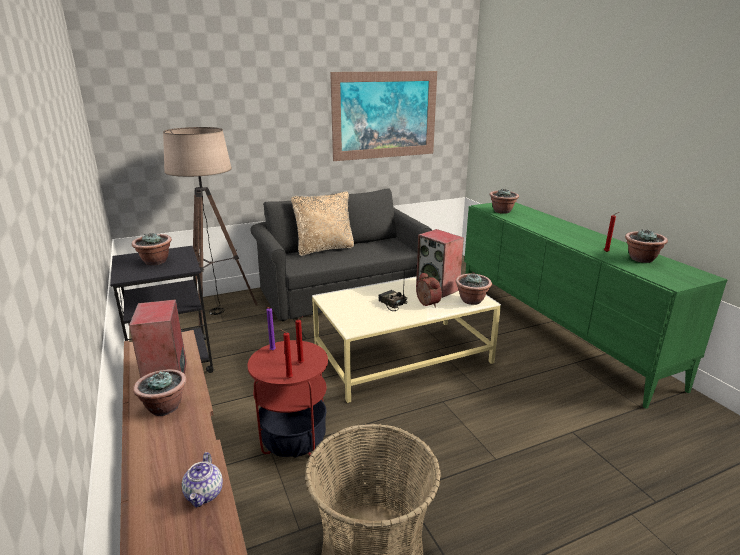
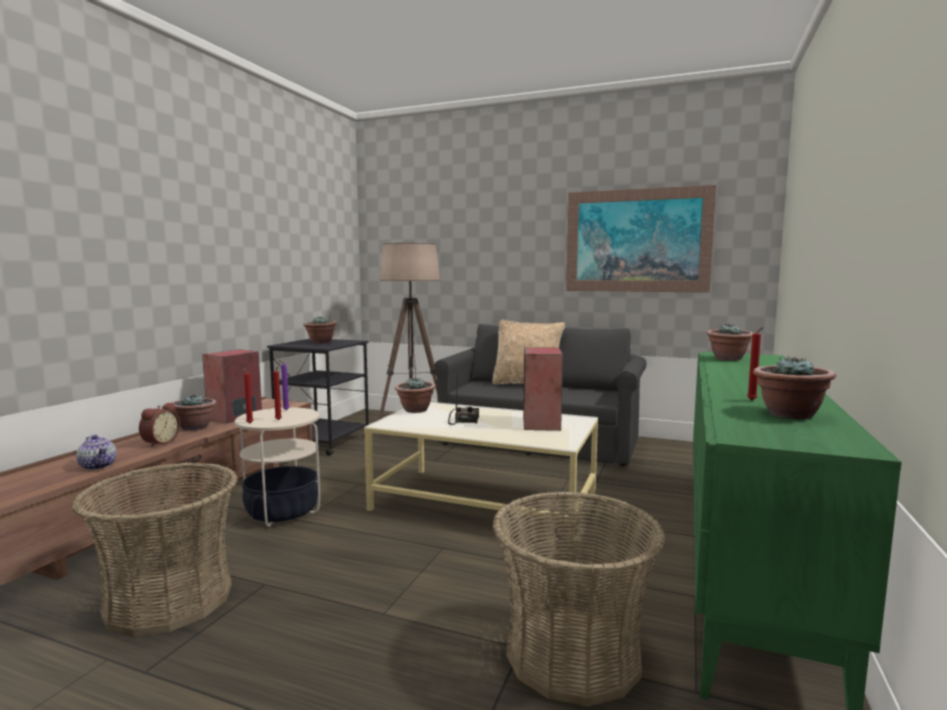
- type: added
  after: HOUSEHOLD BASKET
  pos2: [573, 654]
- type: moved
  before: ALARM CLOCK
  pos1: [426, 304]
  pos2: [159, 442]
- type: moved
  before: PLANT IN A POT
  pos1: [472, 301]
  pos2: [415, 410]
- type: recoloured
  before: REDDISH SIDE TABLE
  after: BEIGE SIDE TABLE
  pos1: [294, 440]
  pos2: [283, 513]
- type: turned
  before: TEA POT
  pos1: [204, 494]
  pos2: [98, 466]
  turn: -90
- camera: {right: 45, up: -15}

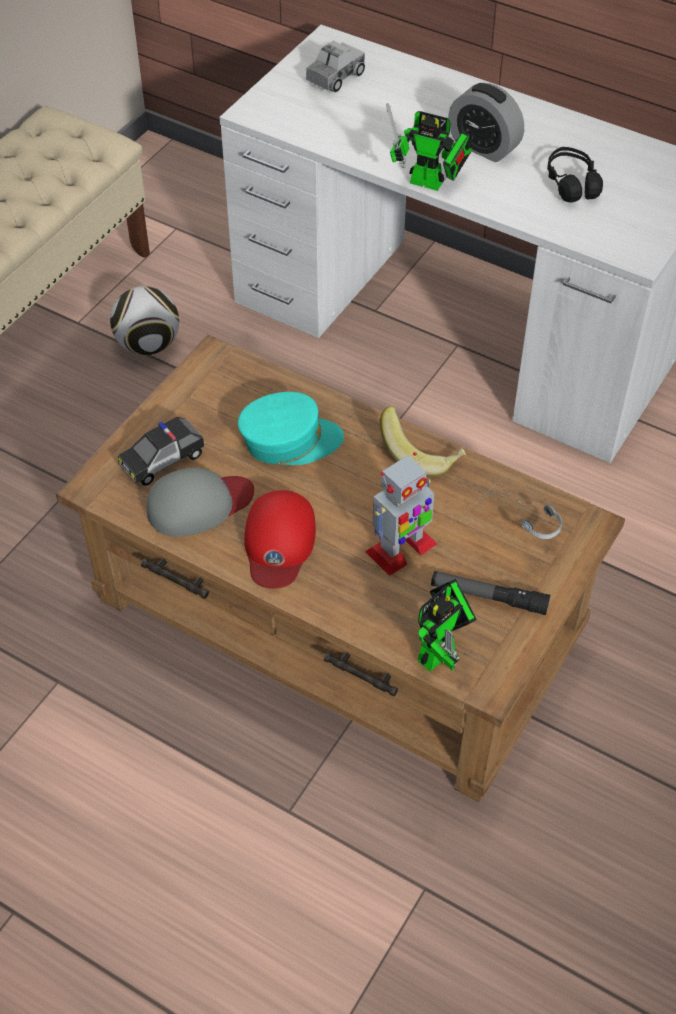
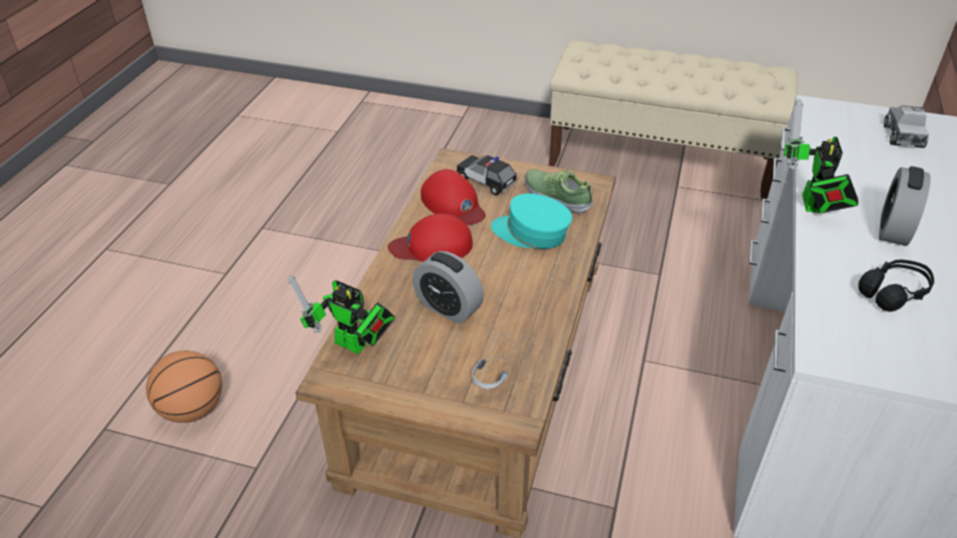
- type: removed
  before: FOOTBALL
  pos1: [148, 345]
- type: removed
  before: WHOLE BANANA
  pos1: [421, 454]
- type: removed
  before: HAND TORCH
  pos1: [489, 597]
- type: added
  after: BASKETBALL BALL
  pos2: [192, 409]
- type: added
  after: ITEM OF FOOTWEAR
  pos2: [557, 197]
- type: replaced
  before: ROBOT FIGURE
  after: ALARM CLOCK
  pos1: [400, 549]
  pos2: [448, 308]
- type: recoloured
  before: GREYISH CAP
  after: REDDISH CAP
  pos1: [198, 504]
  pos2: [453, 204]
- type: turned
  before: TURQUOISE CAP
  pos1: [290, 441]
  pos2: [531, 233]
  turn: 135
- type: turned
  before: MODEL TRUCK
  pos1: [335, 77]
  pos2: [902, 136]
  turn: 75
- camera: {right: 75, up: -10}

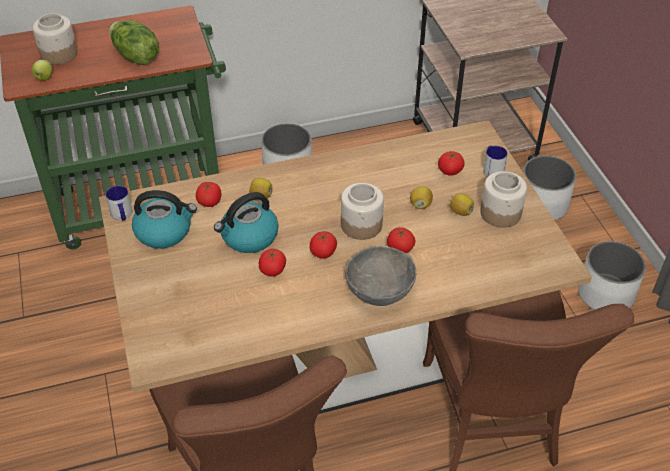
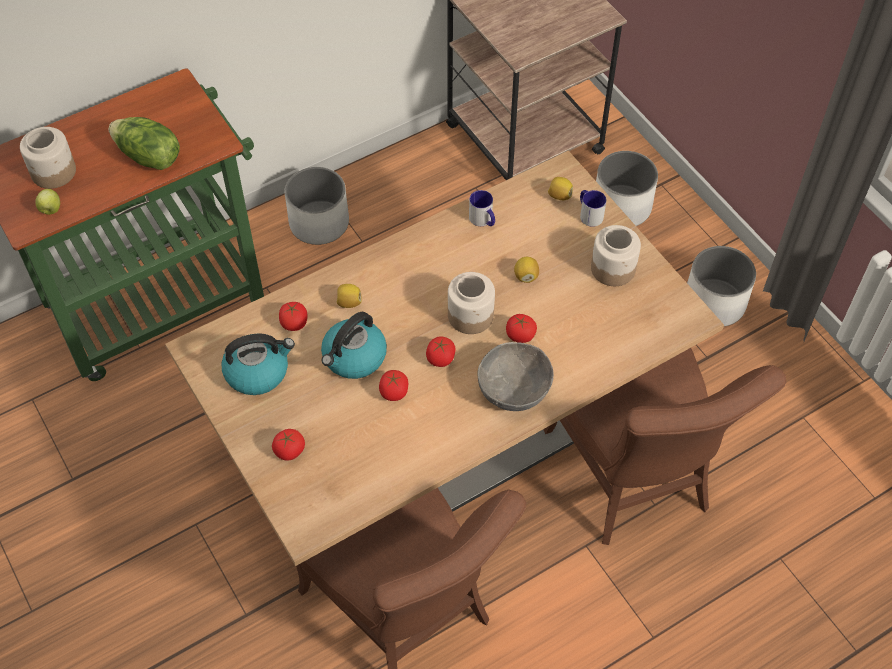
- type: moved
  before: TEA MUG
  pos1: [122, 215]
  pos2: [483, 220]
- type: moved
  before: WHOLE TOMATO
  pos1: [450, 171]
  pos2: [289, 451]
- type: moved
  before: WHOLE LEMON
  pos1: [460, 212]
  pos2: [559, 195]
- camera: {right: -15, up: 10}

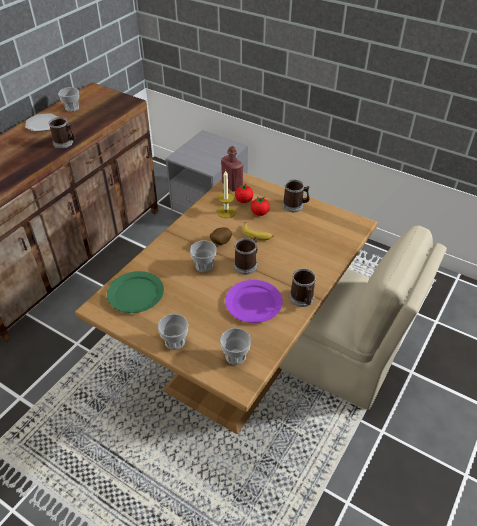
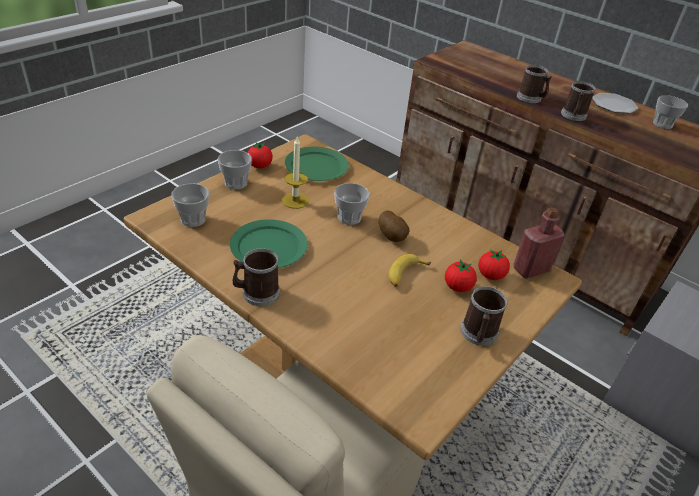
- type: added
  after: WHOLE TOMATO
  pos2: [260, 166]
- type: moved
  before: CANDLE
  pos1: [226, 212]
  pos2: [295, 200]
- type: moved
  before: TEA MUG
  pos1: [247, 264]
  pos2: [531, 98]
- type: recoloured
  before: PURPLISH DINNER PLATE
  after: GREENISH DINNER PLATE
  pos1: [253, 303]
  pos2: [268, 246]
- camera: {right: 95, up: -5}

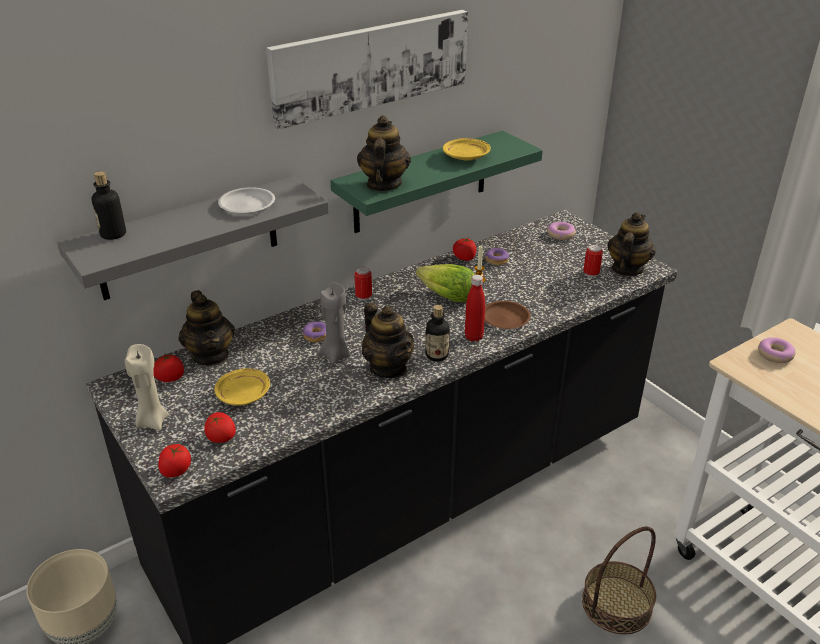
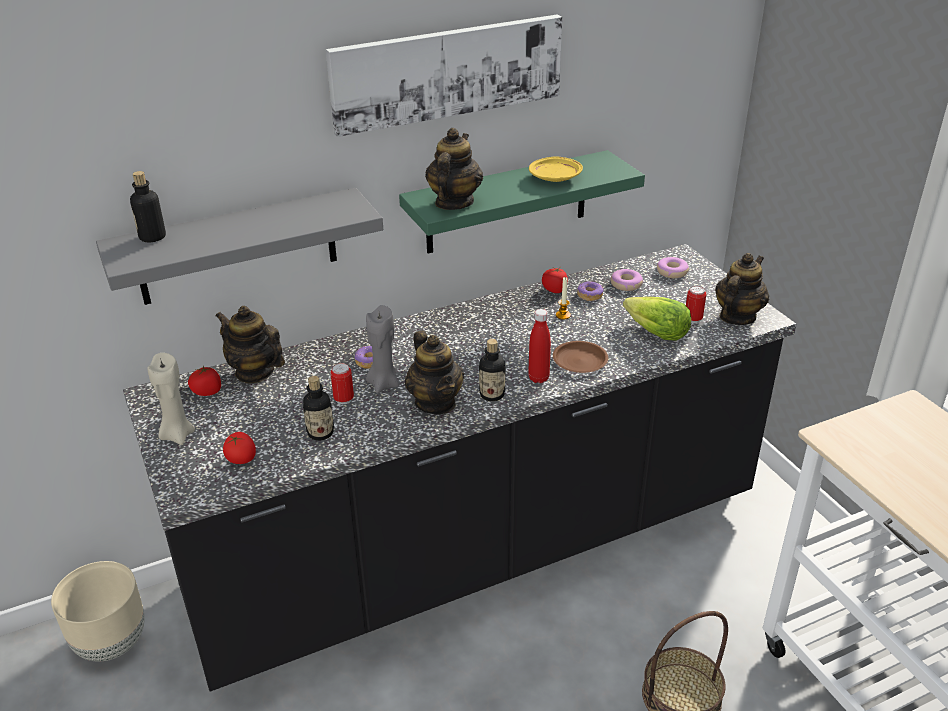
- type: removed
  before: WHOLE TOMATO
  pos1: [176, 470]
- type: removed
  before: YELLOW-COLOURED DINNER PLATE
  pos1: [243, 394]
- type: removed
  before: WHITISH DINNER PLATE
  pos1: [247, 204]
- type: added
  after: BOTTLE
  pos2: [320, 433]
- type: moved
  before: SEALED CAN
  pos1: [363, 297]
  pos2: [343, 399]
- type: moved
  before: LETTUCE
  pos1: [447, 296]
  pos2: [655, 333]
- type: moved
  before: RING DOUGHNUT
  pos1: [775, 355]
  pos2: [626, 284]
- type: turned
  before: TEA POT
  pos1: [211, 355]
  pos2: [254, 372]
  turn: 135
- camera: {right: 10, up: 0}

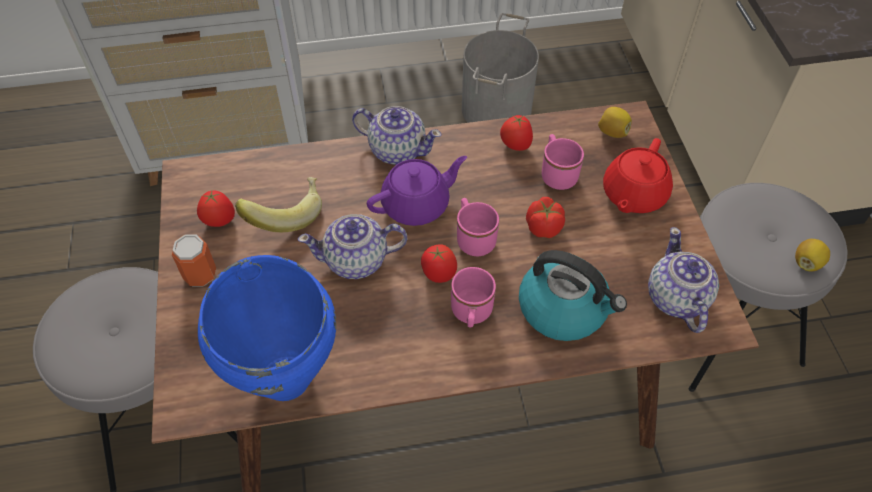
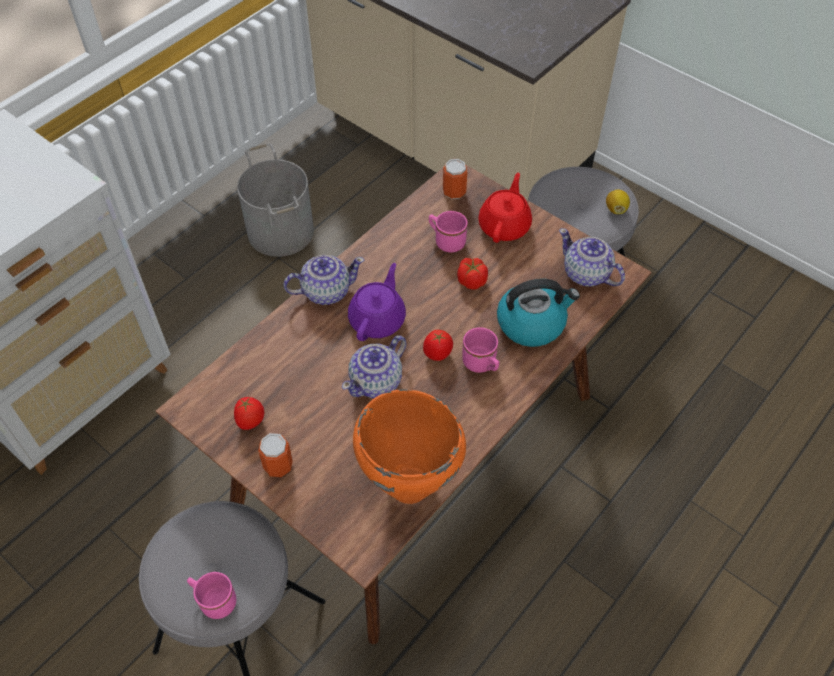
- type: removed
  before: WHOLE BANANA
  pos1: [285, 214]
- type: removed
  before: WHOLE TOMATO
  pos1: [515, 146]
- type: moved
  before: PINK TEA MUG
  pos1: [473, 237]
  pos2: [214, 600]
- type: replaced
  before: WHOLE LEMON
  after: SEALED CAN
  pos1: [612, 132]
  pos2: [454, 192]
- type: recoloured
  before: BLUE-COLOURED SAUCEPOT
  after: ORANGEY SAUCEPOT
  pos1: [286, 377]
  pos2: [409, 484]
- type: turned
  before: REDDISH TEA POT
  pos1: [633, 195]
  pos2: [505, 226]
  turn: -150
- camera: {right: -40, up: 0}

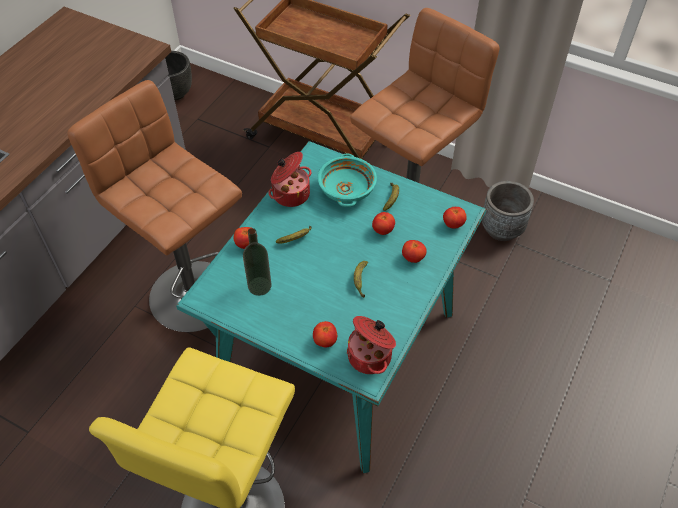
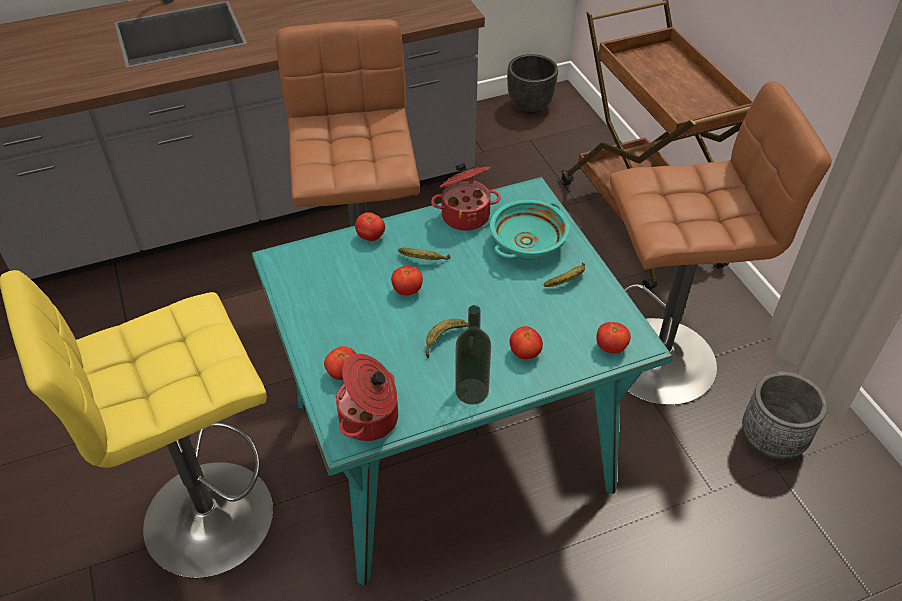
- type: moved
  before: BOTTLE
  pos1: [259, 286]
  pos2: [472, 391]
- type: moved
  before: WHOLE TOMATO
  pos1: [383, 230]
  pos2: [407, 290]
- camera: {right: 40, up: -5}

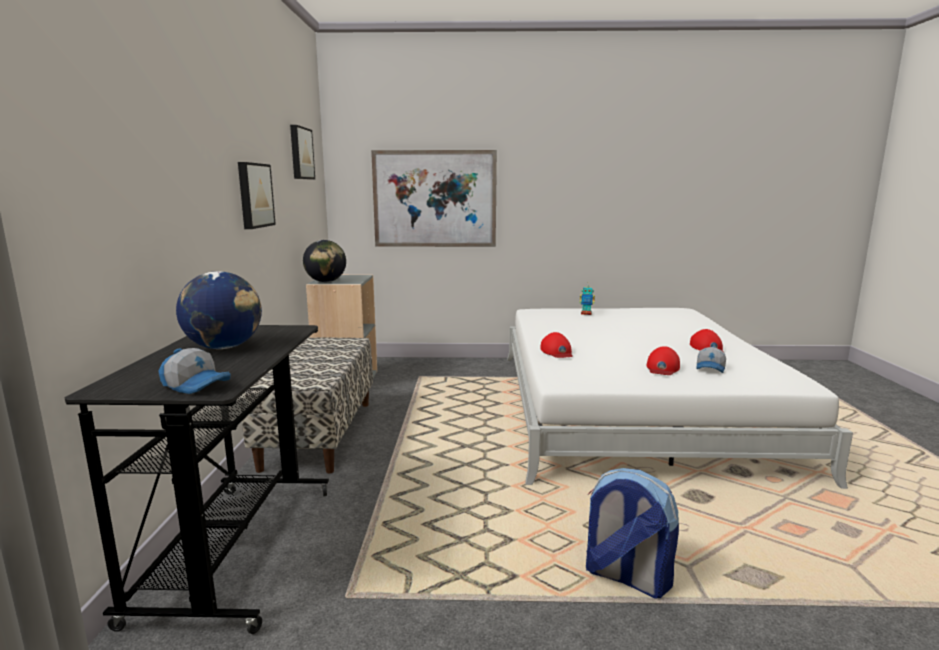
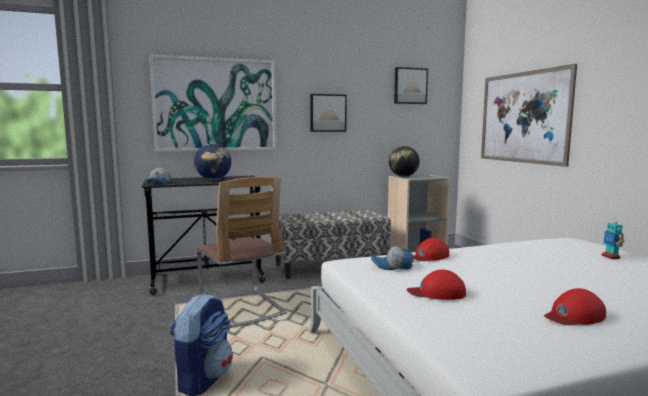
- type: added
  after: WALL ART
  pos2: [215, 105]
- type: added
  after: CHAIR
  pos2: [242, 308]
- type: moved
  before: CAP
  pos1: [711, 368]
  pos2: [392, 266]
- camera: {right: 70, up: -5}

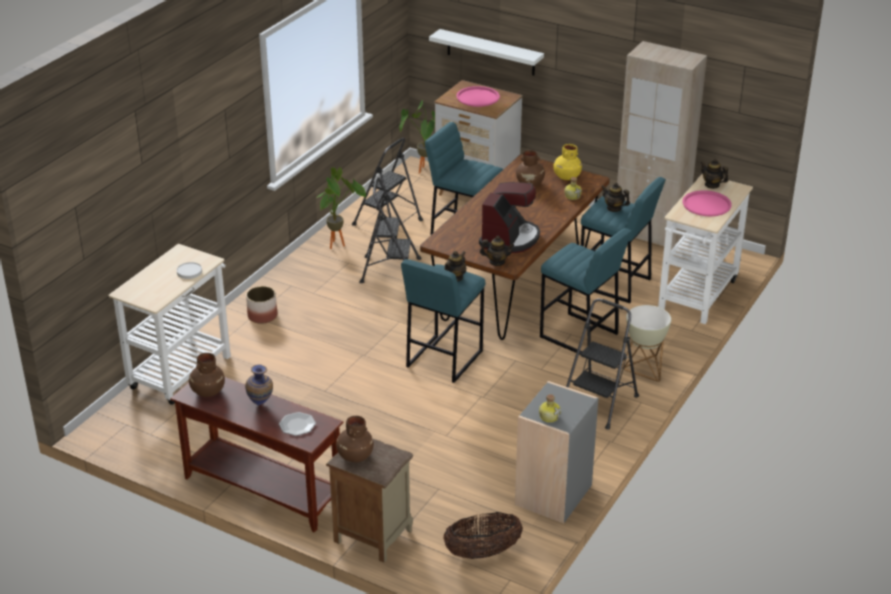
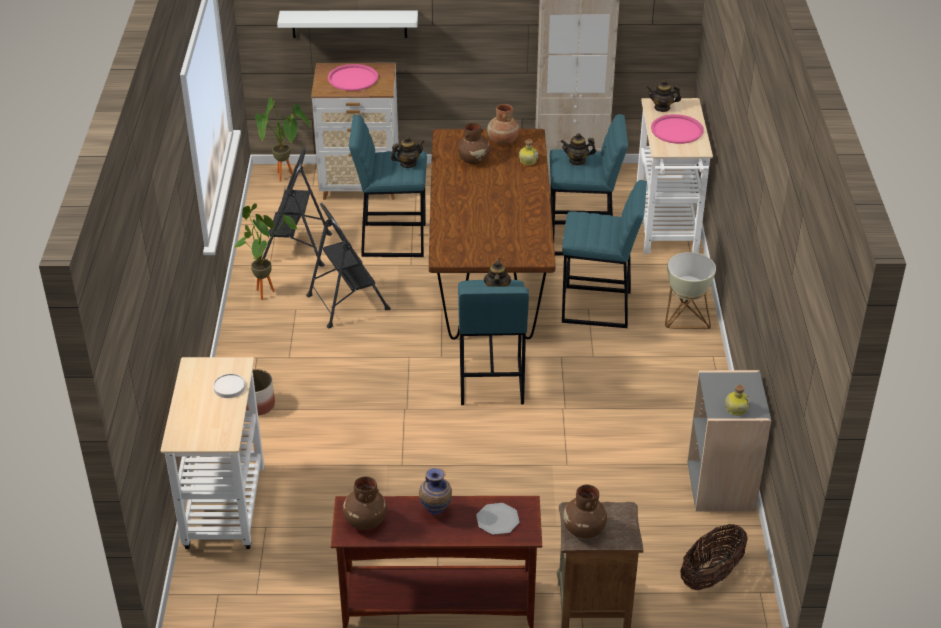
- type: removed
  before: COFFEE BREWER
  pos1: [510, 238]
- type: removed
  before: BLACK-COLOURED STEPLADDER
  pos1: [600, 401]
- type: moved
  before: TEA POT
  pos1: [496, 262]
  pos2: [408, 164]
- type: recoloured
  before: YELLOW-COLOURED VASE
  after: BROWN-COLOURED VASE
  pos1: [566, 177]
  pos2: [502, 141]
- camera: {right: -30, up: 5}

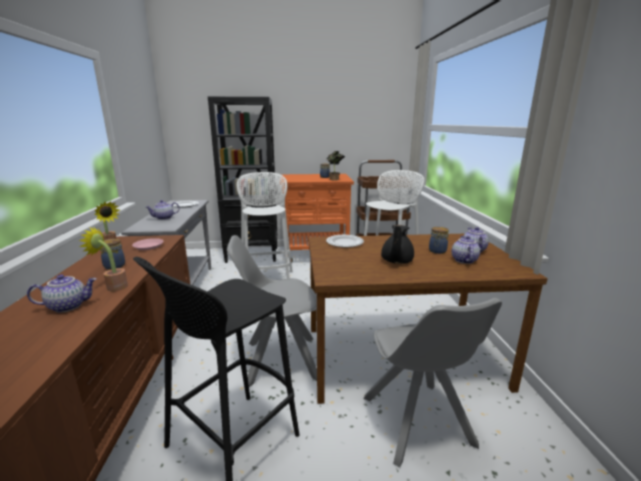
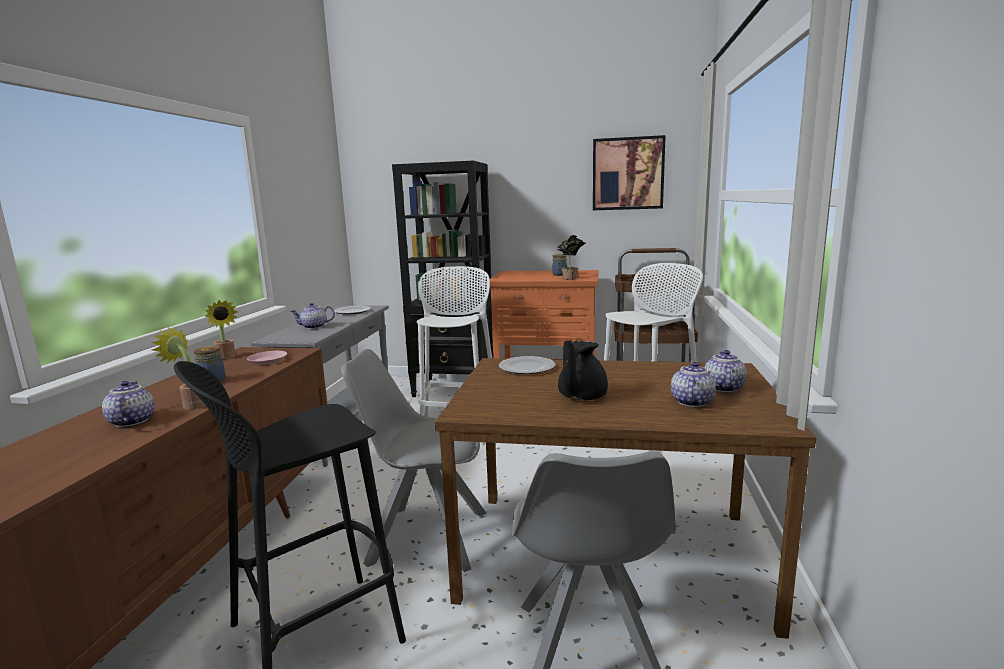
- type: removed
  before: JAR
  pos1: [437, 251]
- type: added
  after: WALL ART
  pos2: [627, 174]
- type: turned
  before: TEA POT
  pos1: [68, 306]
  pos2: [130, 421]
  turn: -105
- camera: {right: 15, up: -5}

